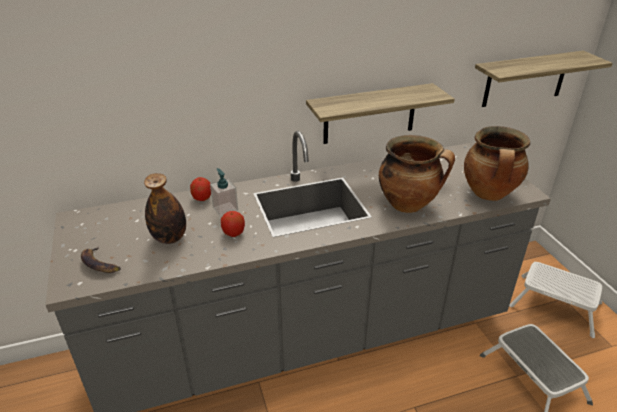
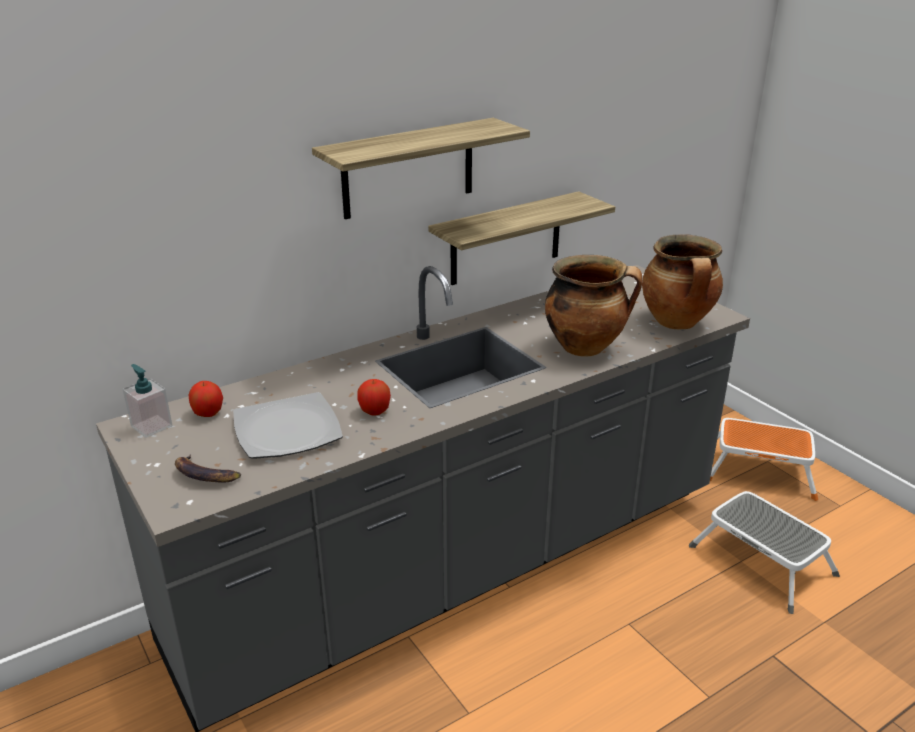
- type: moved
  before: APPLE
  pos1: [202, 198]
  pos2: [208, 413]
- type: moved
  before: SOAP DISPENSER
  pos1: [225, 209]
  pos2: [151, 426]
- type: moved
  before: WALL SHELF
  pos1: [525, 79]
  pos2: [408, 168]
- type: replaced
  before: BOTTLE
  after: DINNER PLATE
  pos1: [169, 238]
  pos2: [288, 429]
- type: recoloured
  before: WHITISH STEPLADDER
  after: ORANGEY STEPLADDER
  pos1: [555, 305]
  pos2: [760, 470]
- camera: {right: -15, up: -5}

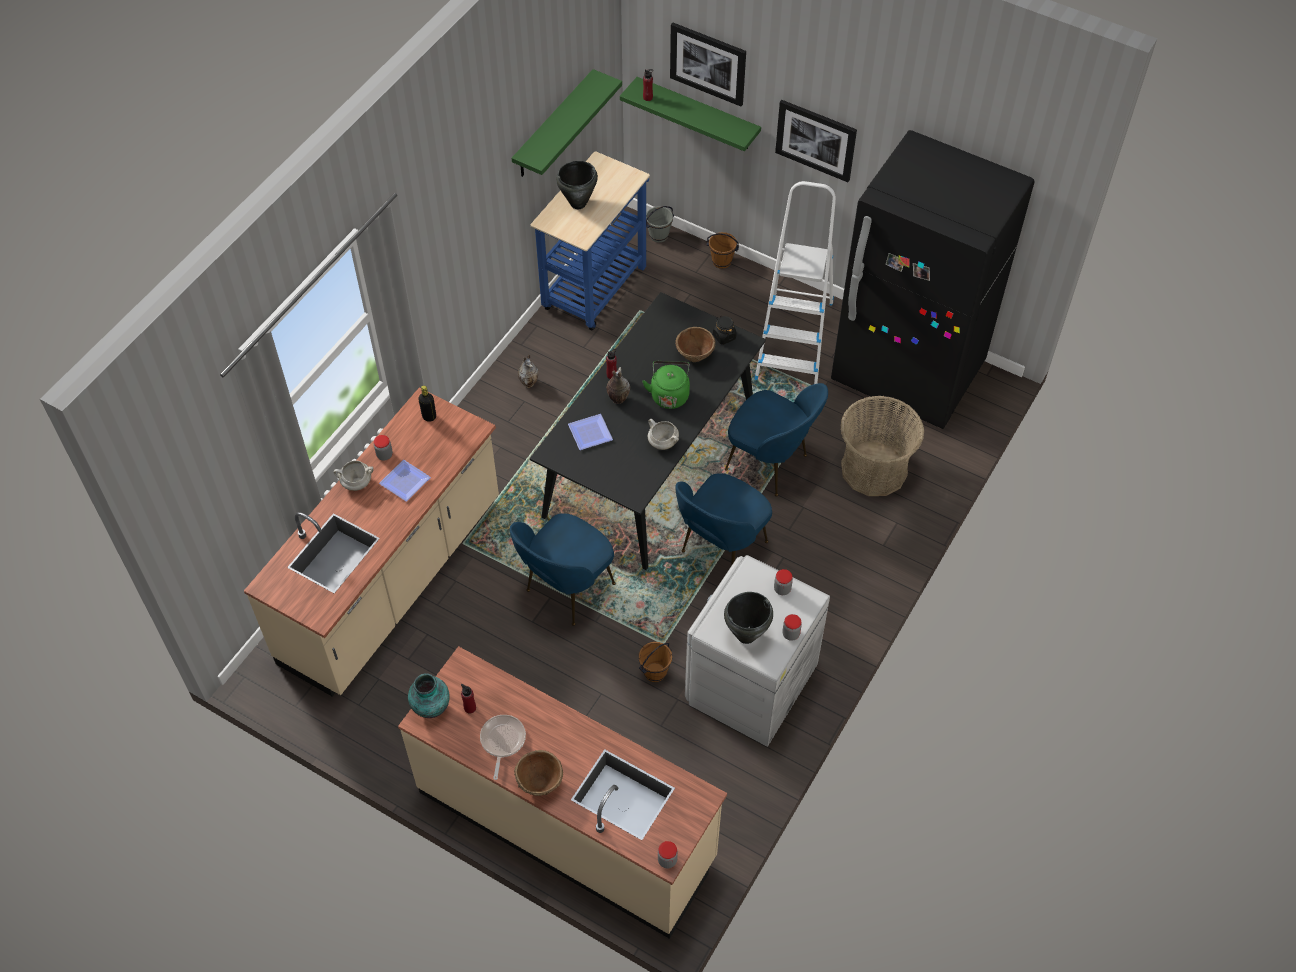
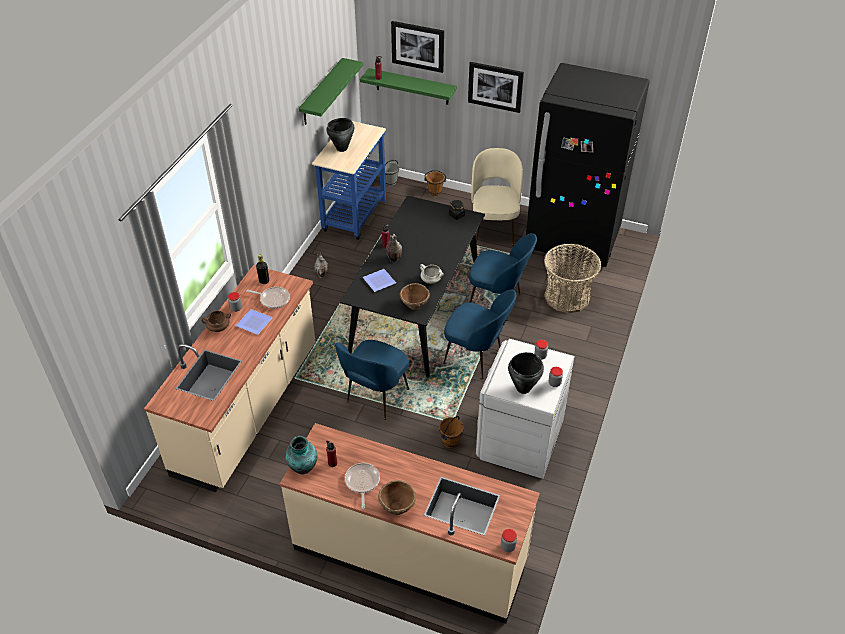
- type: removed
  before: GREENISH KETTLE
  pos1: [669, 394]
- type: added
  after: SKILLET
  pos2: [273, 299]
- type: moved
  before: BROWN-COLOURED BOWL
  pos1: [695, 355]
  pos2: [415, 305]
- type: replaced
  before: WHITISH STEPLADDER
  after: BEIGE CHAIR
  pos1: [794, 340]
  pos2: [494, 230]
- type: recoloured
  before: WHITISH SAUCEPOT
  after: BROWN-COLOURED SAUCEPOT
  pos1: [356, 483]
  pos2: [218, 328]
- type: turned
  before: BLUE-COLOURED CHAIR
  pos1: [720, 551]
  pos2: [477, 359]
  turn: -90
- camera: {right: -10, up: -10}

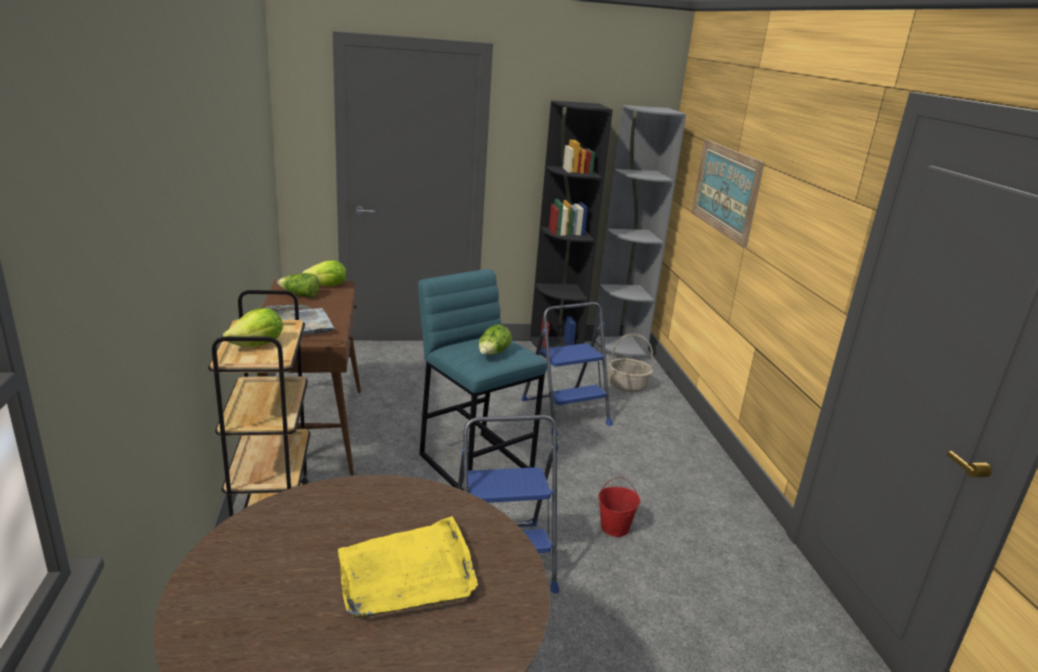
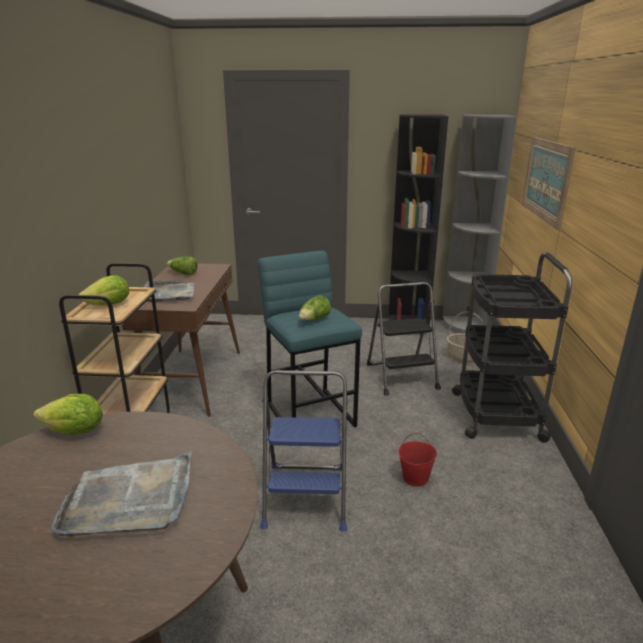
- type: added
  after: BLACK-COLOURED CART
  pos2: [496, 415]
- type: moved
  before: LETTUCE
  pos1: [327, 286]
  pos2: [75, 432]
- type: recoloured
  before: YELLOW-COLOURED SERVING TRAY
  after: GREYISH SERVING TRAY
  pos1: [407, 573]
  pos2: [129, 500]
- type: recoloured
  before: BLUE-COLOURED STEPLADDER
  after: BLACK-COLOURED STEPLADDER
  pos1: [564, 410]
  pos2: [401, 374]
- camera: {right: 15, up: 0}

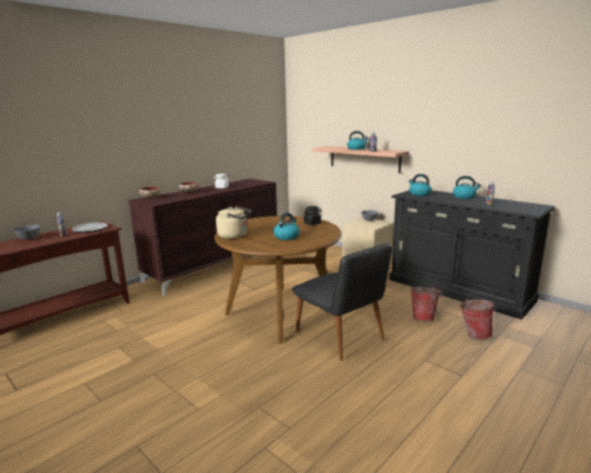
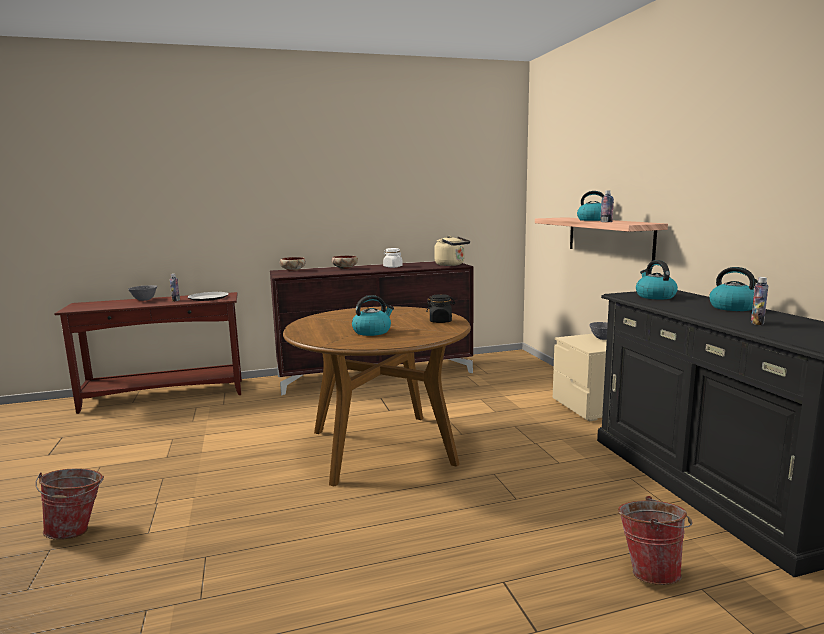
- type: removed
  before: BLACK-COLOURED CHAIR
  pos1: [339, 335]
- type: moved
  before: BEIGE KETTLE
  pos1: [235, 236]
  pos2: [451, 265]
- type: moved
  before: PAIL
  pos1: [424, 318]
  pos2: [78, 530]
- camera: {right: 30, up: -5}

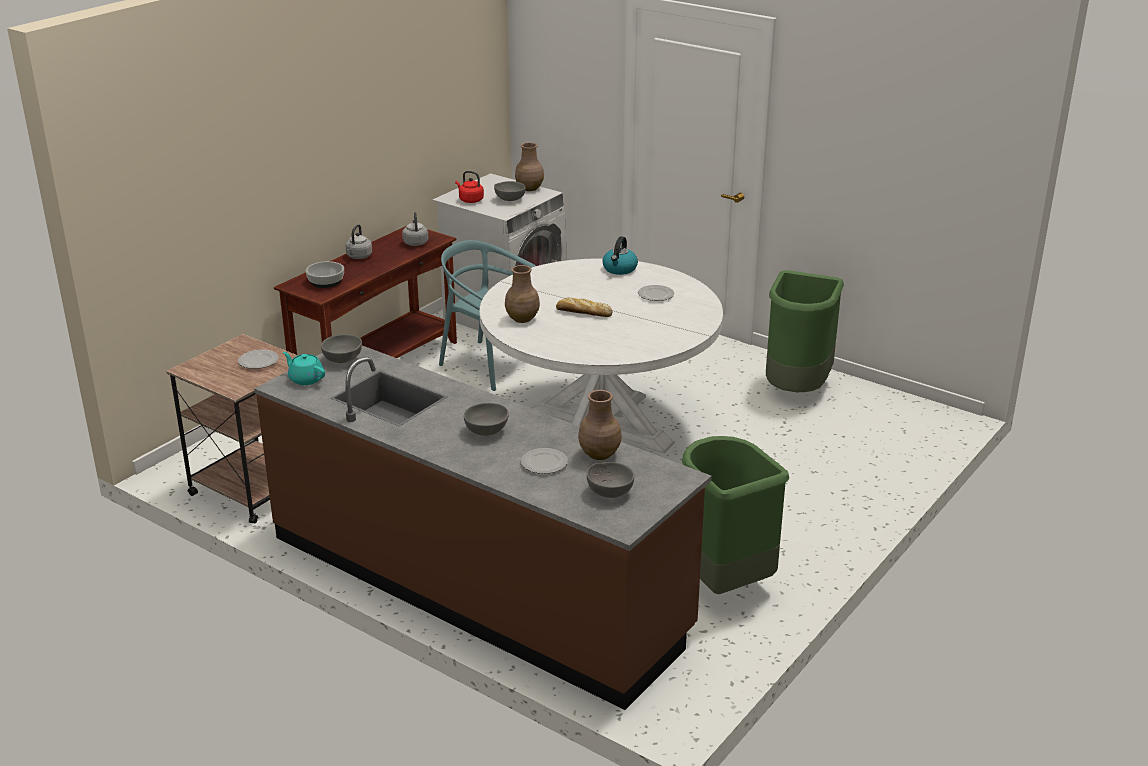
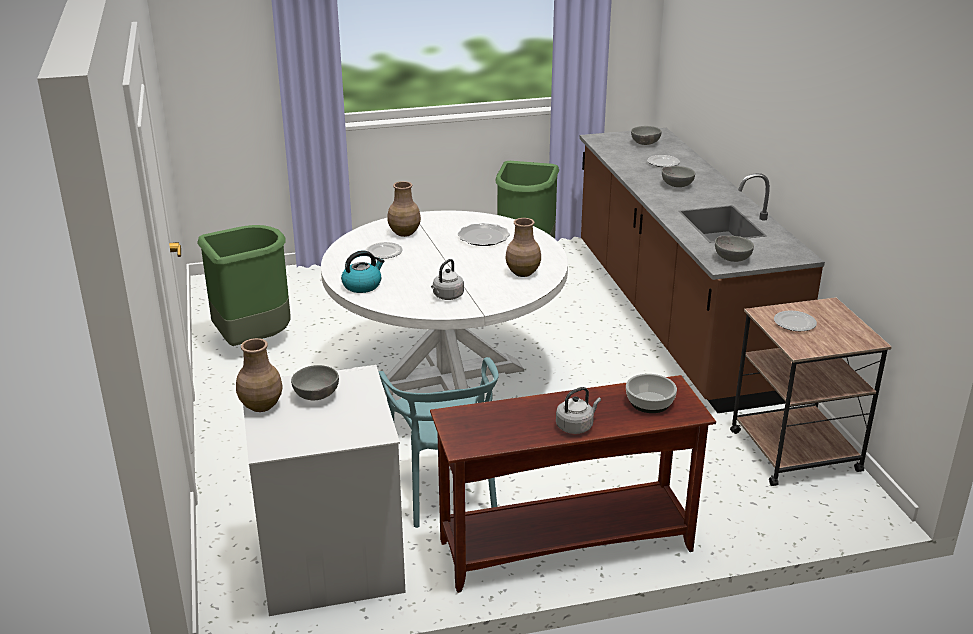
- type: removed
  before: TURQUOISE TEA POT
  pos1: [305, 379]
- type: removed
  before: REDDISH KETTLE
  pos1: [470, 200]
- type: removed
  before: BAKERY BREAD
  pos1: [582, 312]
- type: added
  after: DINNER PLATE
  pos2: [484, 237]
- type: moved
  before: GREYISH KETTLE
  pos1: [415, 242]
  pos2: [447, 296]
- type: moved
  before: BROWN-COLOURED VASE
  pos1: [599, 454]
  pos2: [405, 233]
- camera: {right: -140, up: 0}

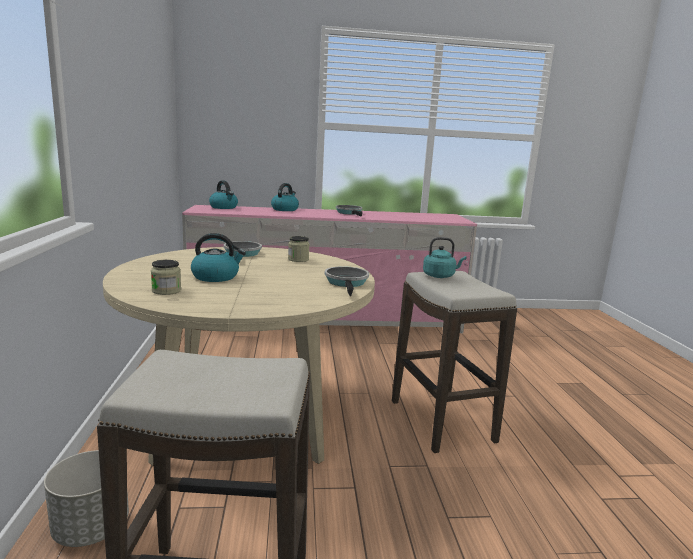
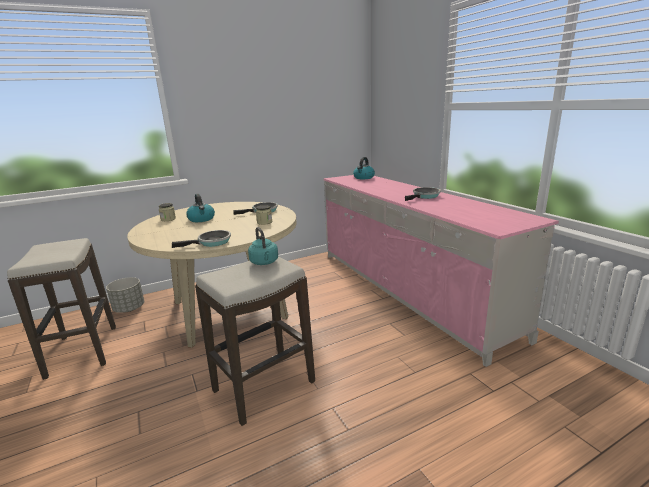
- type: removed
  before: KETTLE
  pos1: [285, 209]
- camera: {right: 70, up: 5}

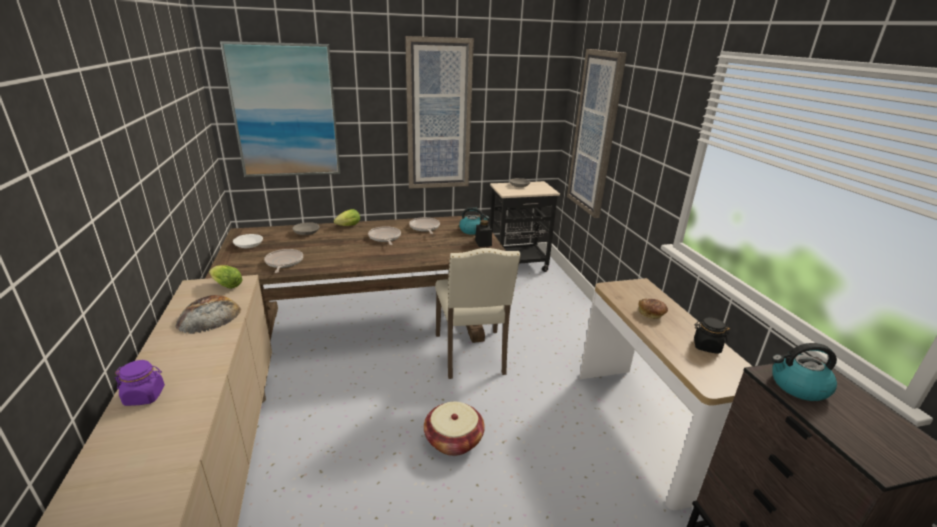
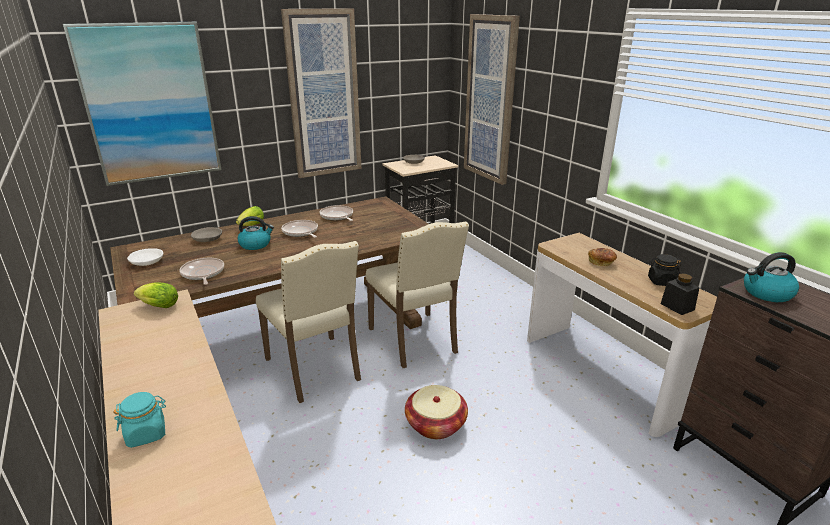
- type: removed
  before: BAKERY BREAD
  pos1: [209, 316]
- type: added
  after: BEIGE CHAIR
  pos2: [315, 369]
- type: moved
  before: KETTLE
  pos1: [472, 230]
  pos2: [256, 244]
- type: moved
  before: BLACK-COLOURED JAR
  pos1: [483, 243]
  pos2: [677, 307]
- type: recoloured
  before: PURPLISH JAR
  after: TURQUOISE JAR
  pos1: [145, 396]
  pos2: [146, 433]
- camera: {right: -15, up: 0}

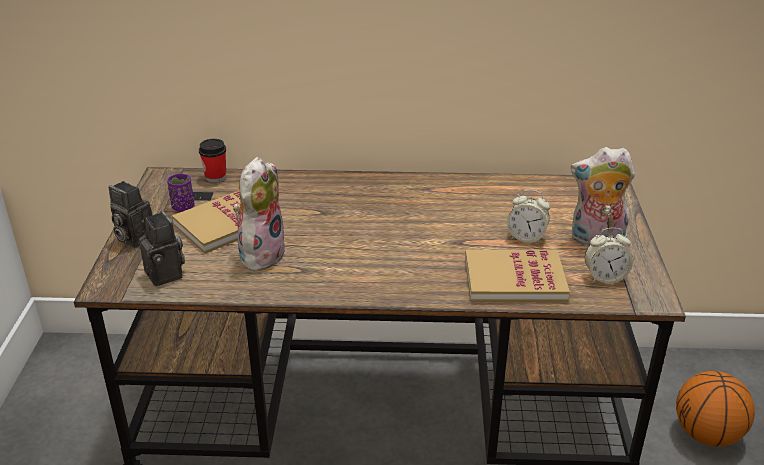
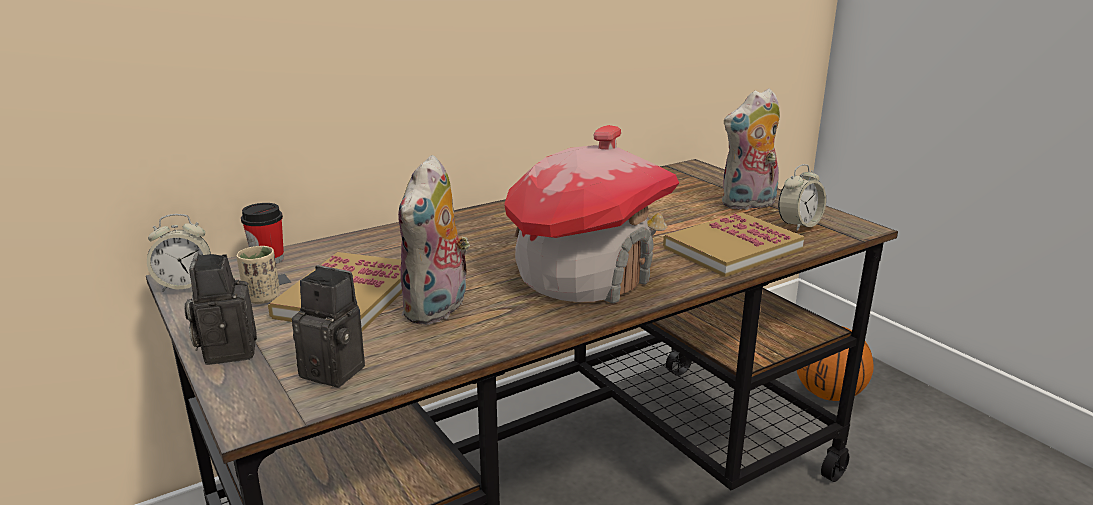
- type: added
  after: MINIATURE HOUSE
  pos2: [586, 276]
- type: moved
  before: ALARM CLOCK
  pos1: [526, 237]
  pos2: [185, 285]
- type: recoloured
  before: PURPLISH SMALL CUP
  after: BEIGE SMALL CUP
  pos1: [183, 207]
  pos2: [262, 298]
- type: turned
  before: PHOTO CAMERA
  pos1: [133, 238]
  pos2: [227, 349]
  turn: 75
- type: turned
  before: CUDDLY TOY
  pos1: [261, 254]
  pos2: [438, 309]
  turn: -150
- camera: {right: -35, up: -10}

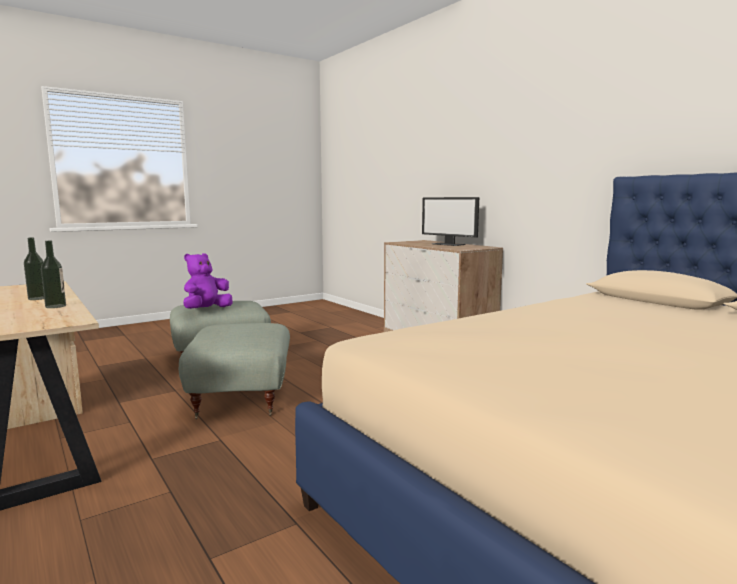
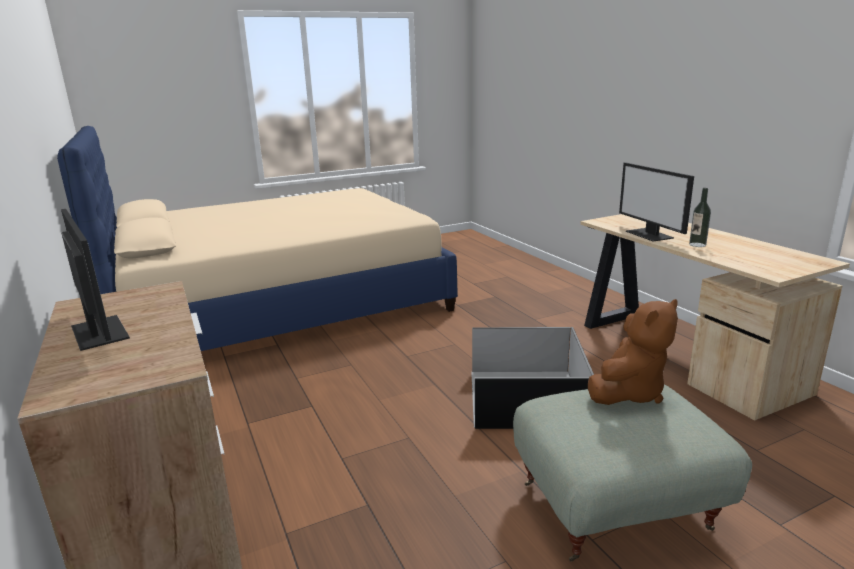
- type: replaced
  before: BOTTLE
  after: COMPUTER SCREEN
  pos1: [55, 306]
  pos2: [650, 234]
- type: replaced
  before: GREYISH OTTOMAN
  after: BLACK-COLOURED STORAGE BIN
  pos1: [242, 398]
  pos2: [525, 396]
- type: recoloured
  before: PURPLISH CUDDLY TOY
  after: BROWN-COLOURED CUDDLY TOY
  pos1: [206, 310]
  pos2: [629, 392]
- camera: {right: -170, up: 10}

